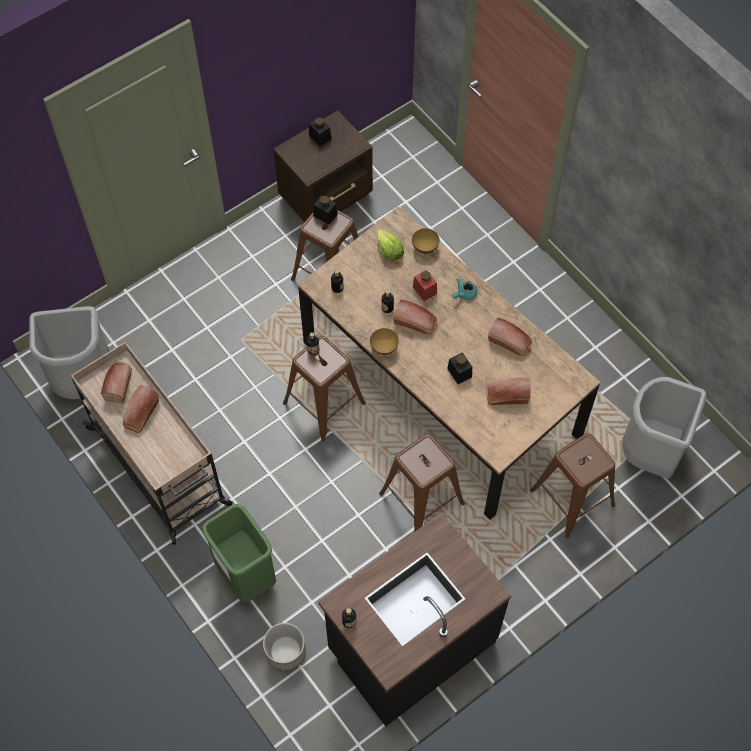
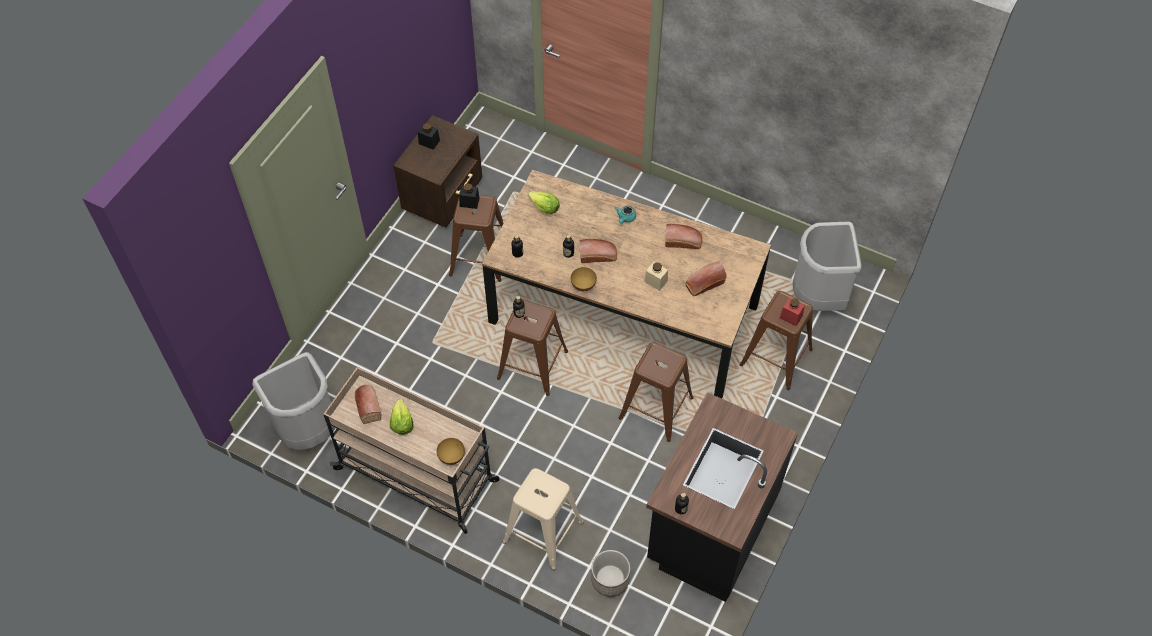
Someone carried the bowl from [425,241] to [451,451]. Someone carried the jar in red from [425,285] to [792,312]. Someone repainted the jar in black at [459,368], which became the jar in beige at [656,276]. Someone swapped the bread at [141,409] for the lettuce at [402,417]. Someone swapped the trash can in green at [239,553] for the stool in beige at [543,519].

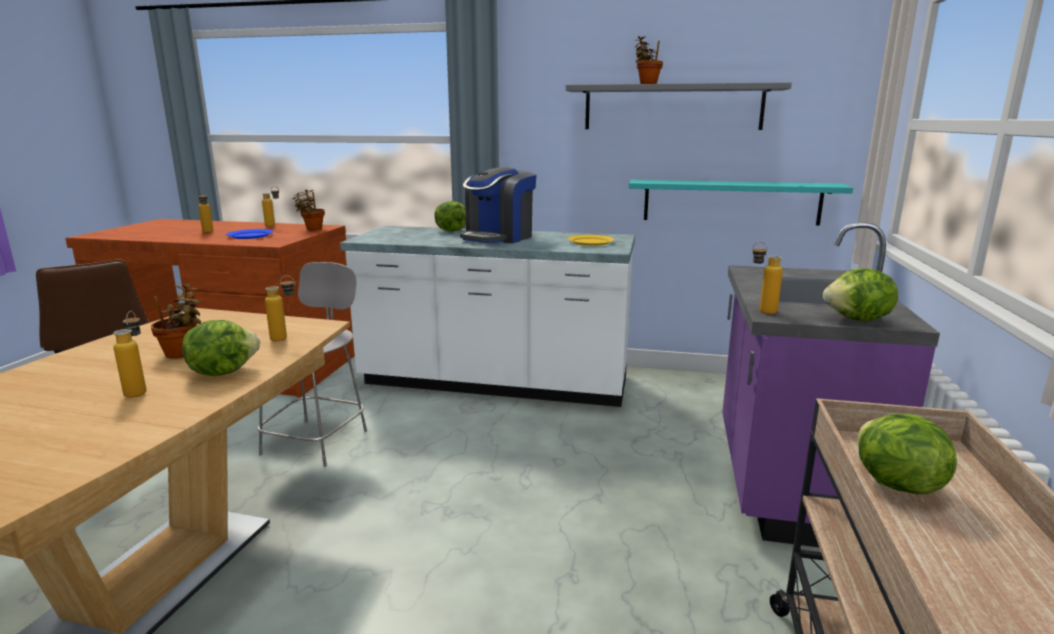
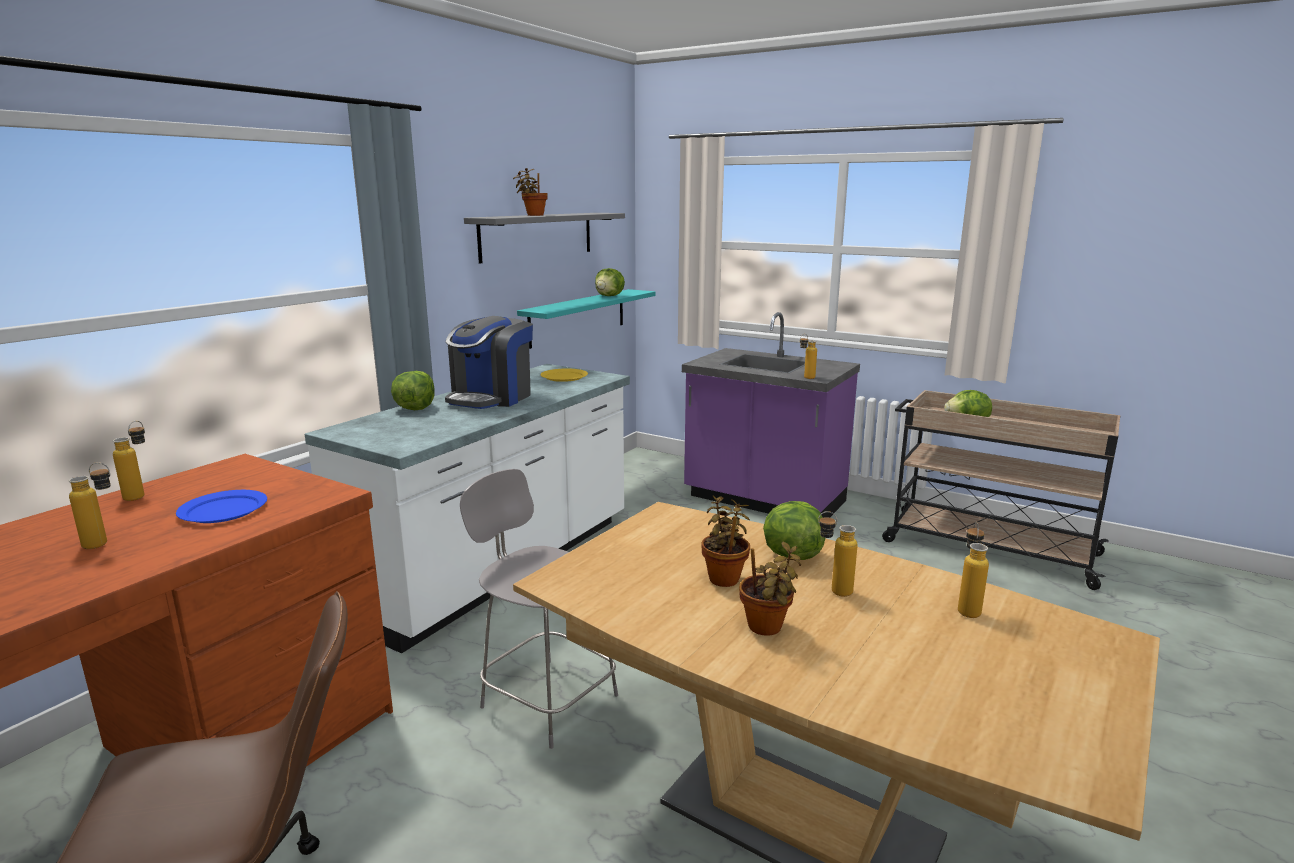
Someone rotated the coffee machine at [498,205] by 60 degrees clockwise. Someone carried the potted plant from [308,210] to [770,589]. Someone carried the lettuce from [860,295] to [610,282]. Someone carried the bottle from [280,308] to [973,570].

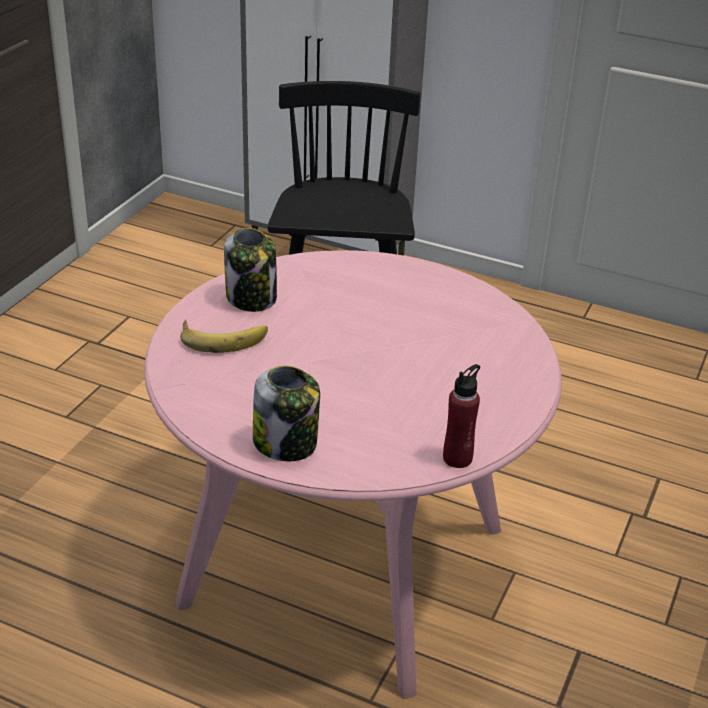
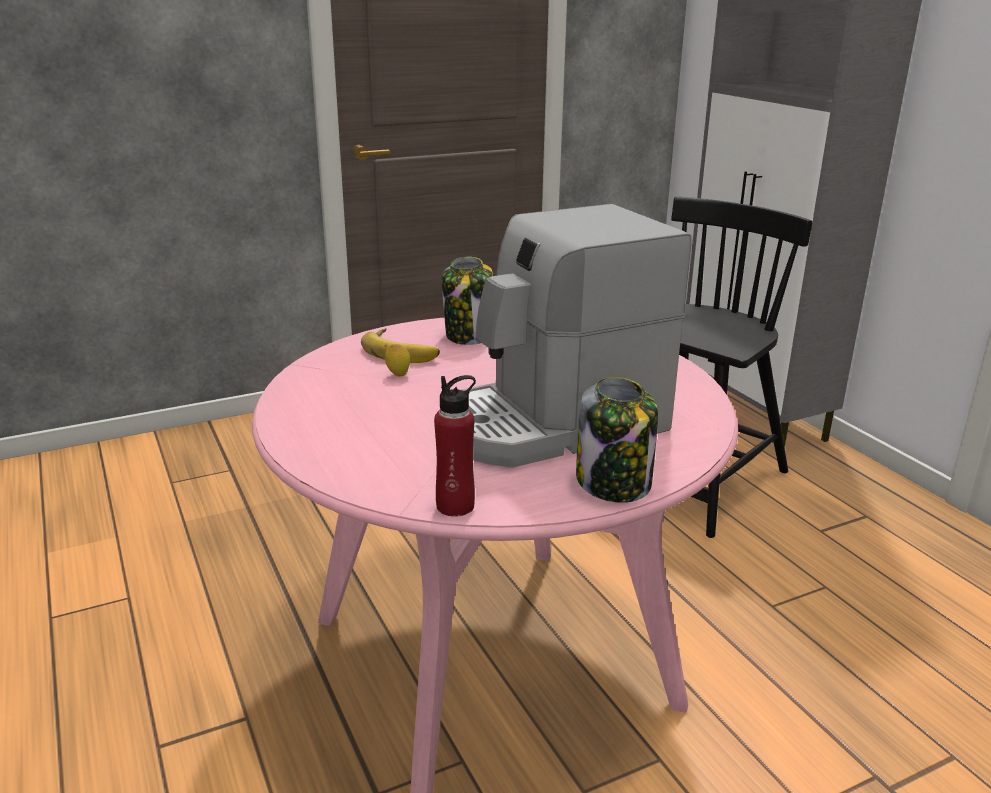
Someone carried the jar from [286,414] to [617,440]. Someone put down the coffee machine at [576,336]. Someone put down the lemon at [397,360].

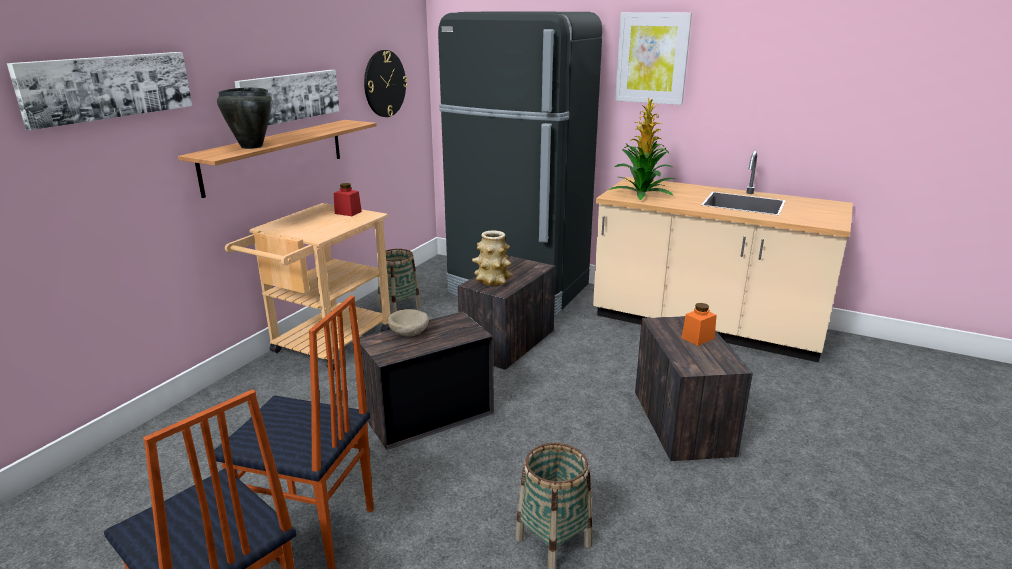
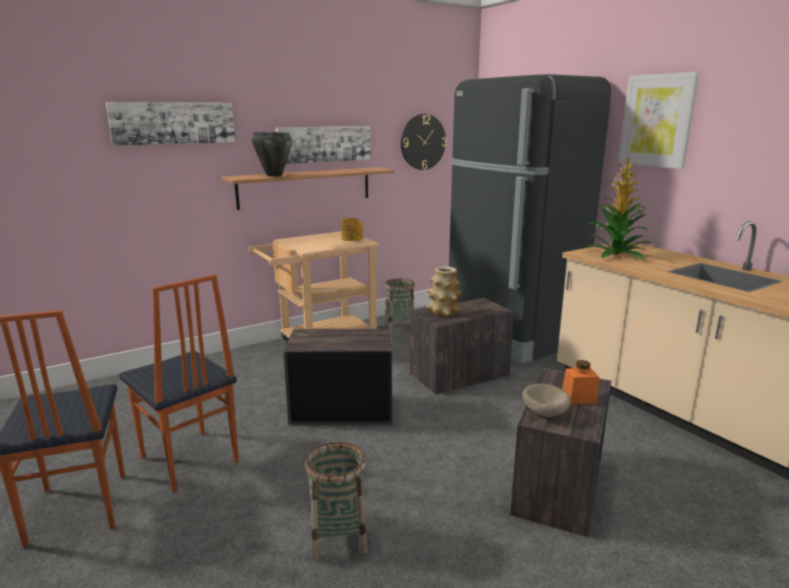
Someone swapped the jar in red at [348,199] for the teapot at [352,229]. Someone carried the bowl in beige from [408,323] to [546,400].

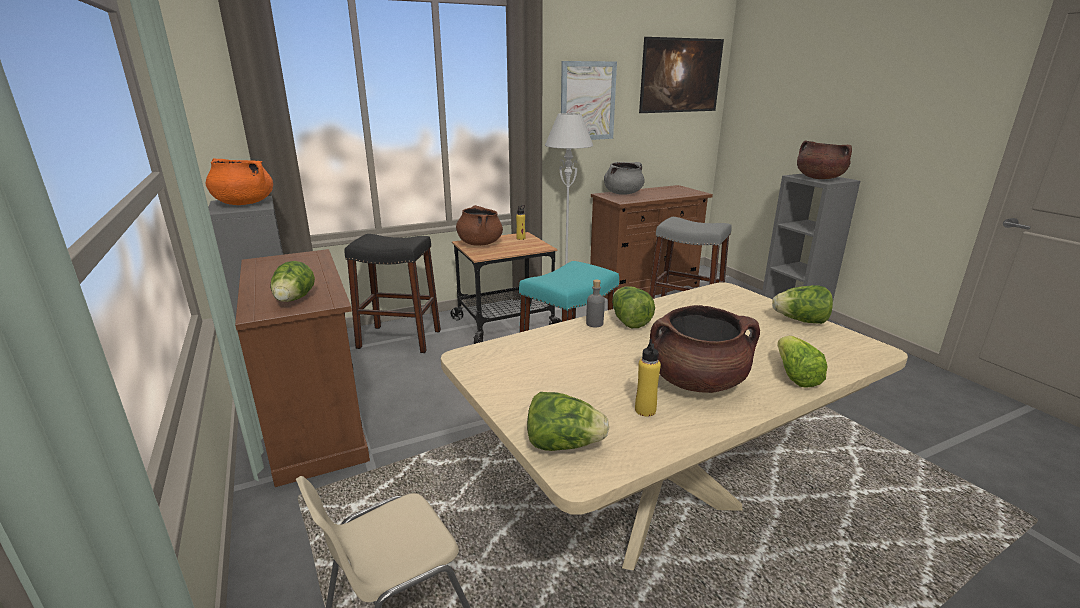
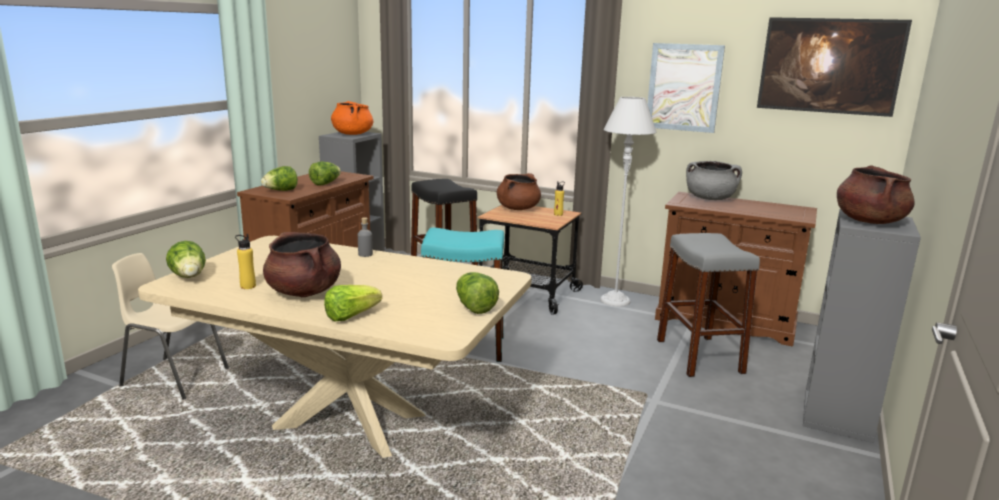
Someone carried the lettuce from [633,307] to [325,173].

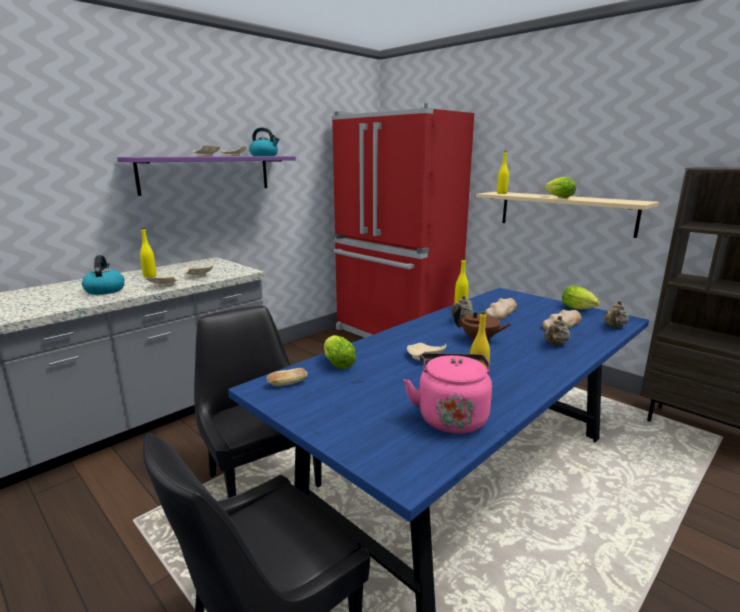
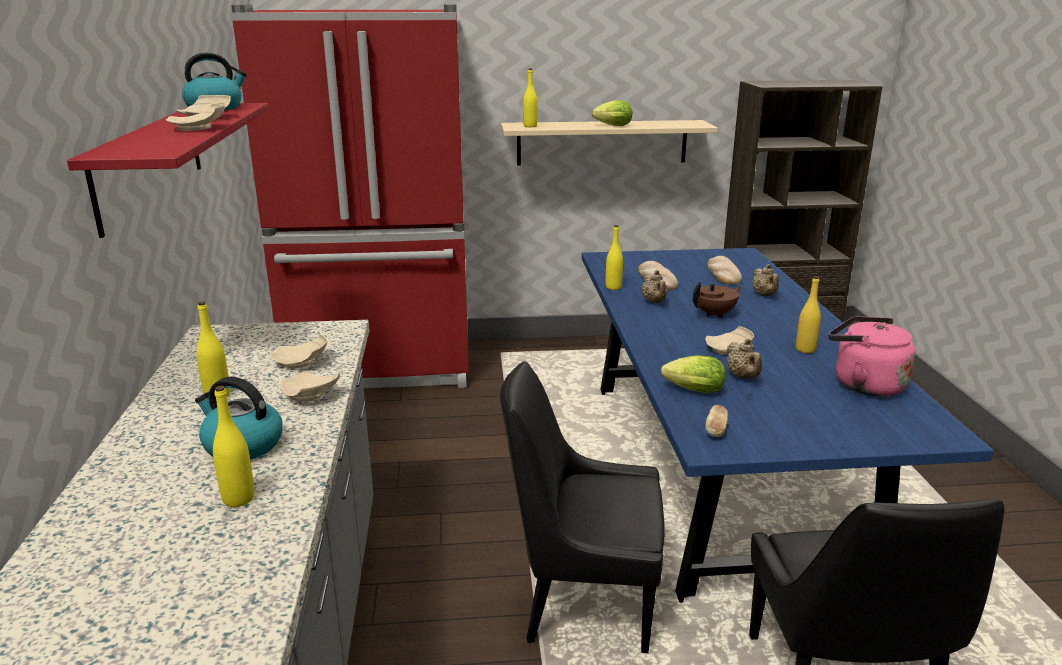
Someone repainted the shelf in purple at [206,176], which became the shelf in red at [167,170]. Someone took away the lettuce at [581,297]. Someone carried the teapot in beige from [616,314] to [744,358]. Someone put down the bottle in yellow at [233,446].

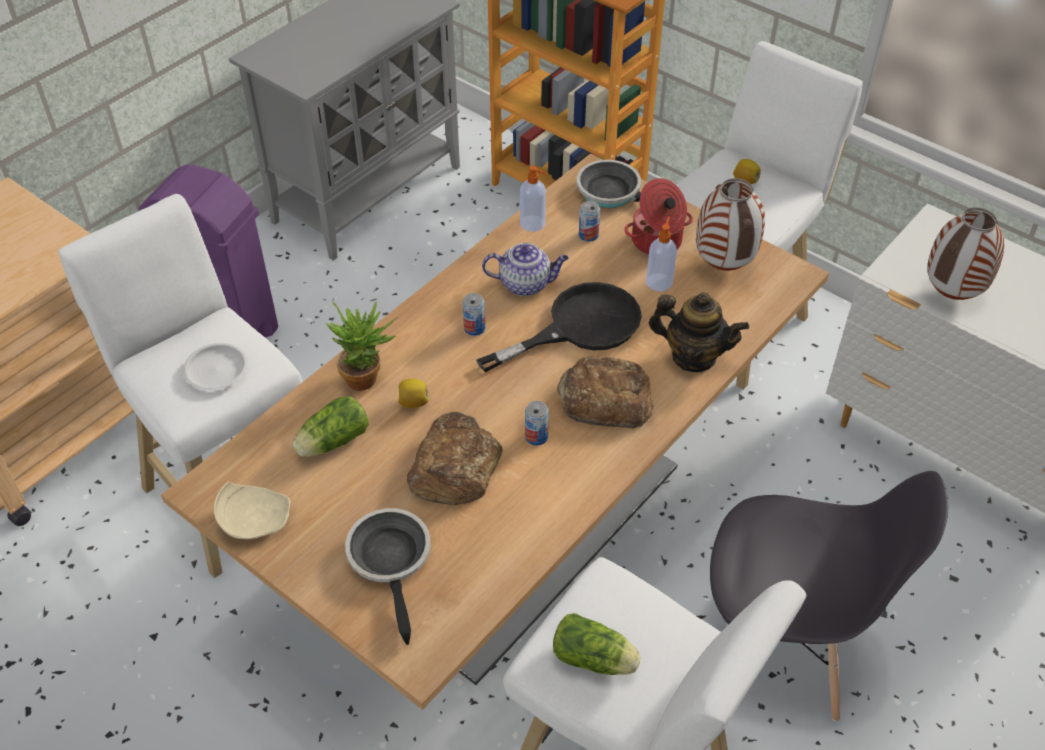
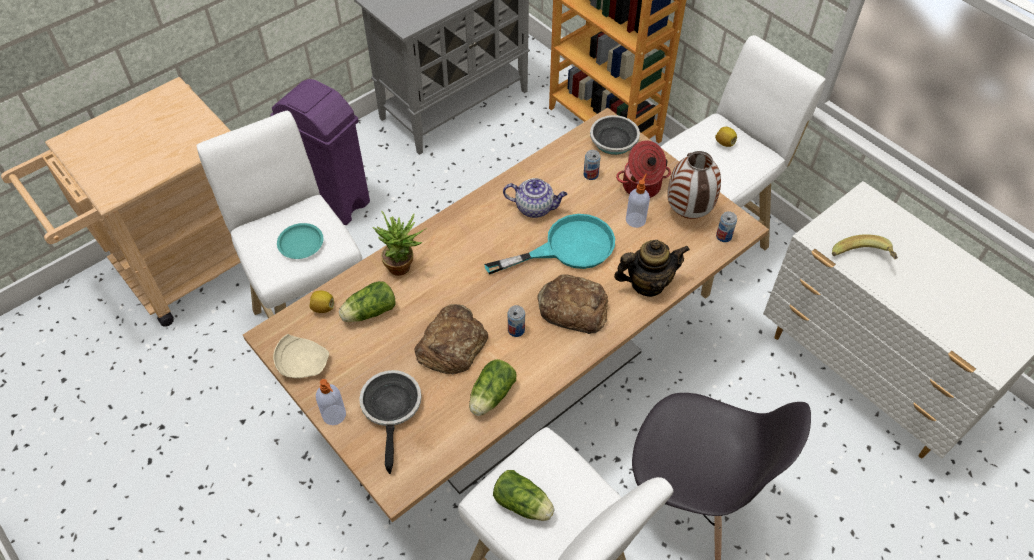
Someone carried the soap dispenser from [533,199] to [331,402]. Someone swapped the vase at [965,253] for the banana at [865,247]. Someone repainted the frying pan in black at [559,327], which became the frying pan in turquoise at [549,244]. Someone rotated the teapot at [699,332] by 45 degrees counterclockwise. Someone carried the can from [474,314] to [726,226]. Someone repainted the plate in white at [215,366], which became the plate in turquoise at [300,241]. Someone carried the lemon from [413,393] to [321,302]. Someone put down the lettuce at [493,387].

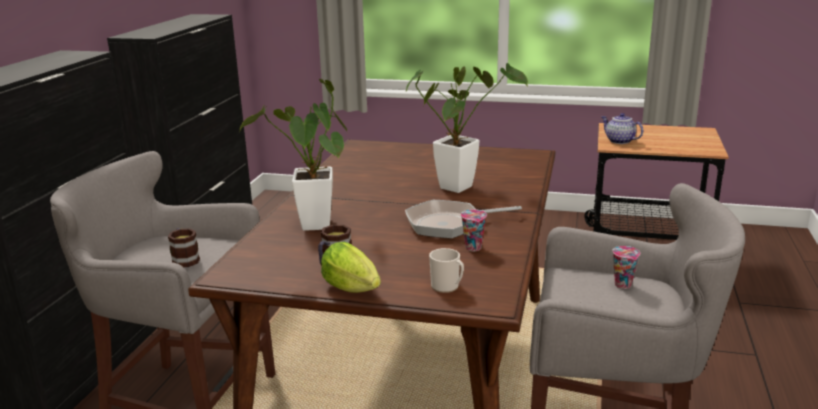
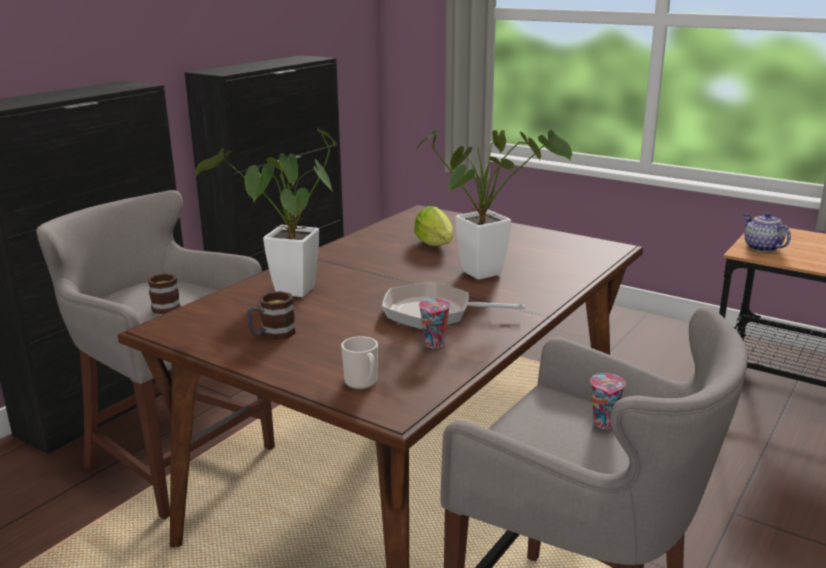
Someone carried the lettuce from [351,267] to [433,226].

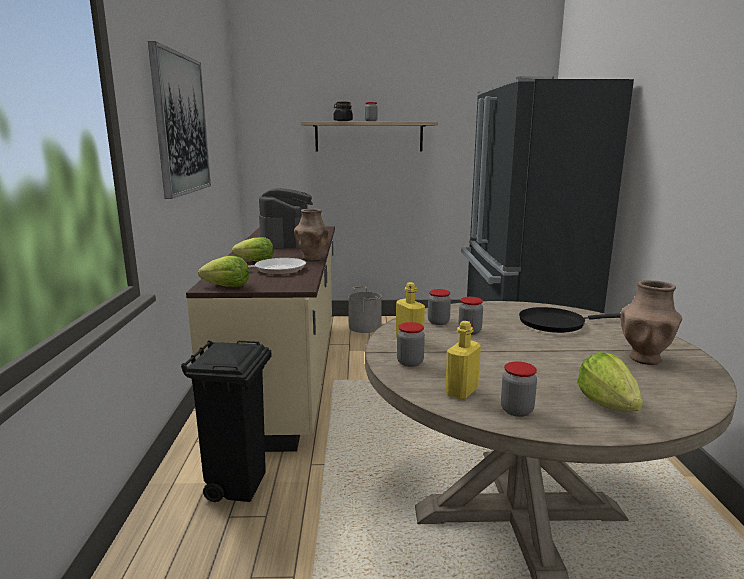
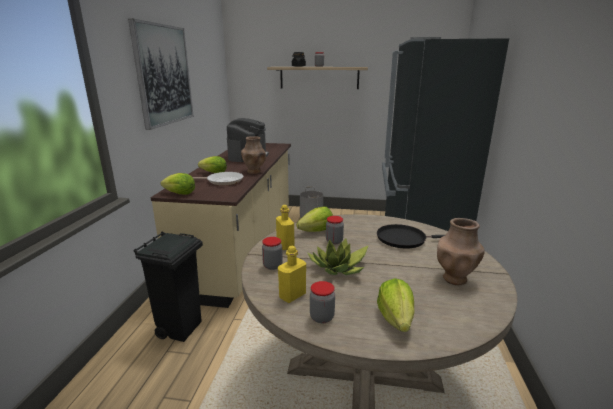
Someone swapped the jar at [439,307] for the lettuce at [314,219]. Someone put down the potted plant at [338,257].

